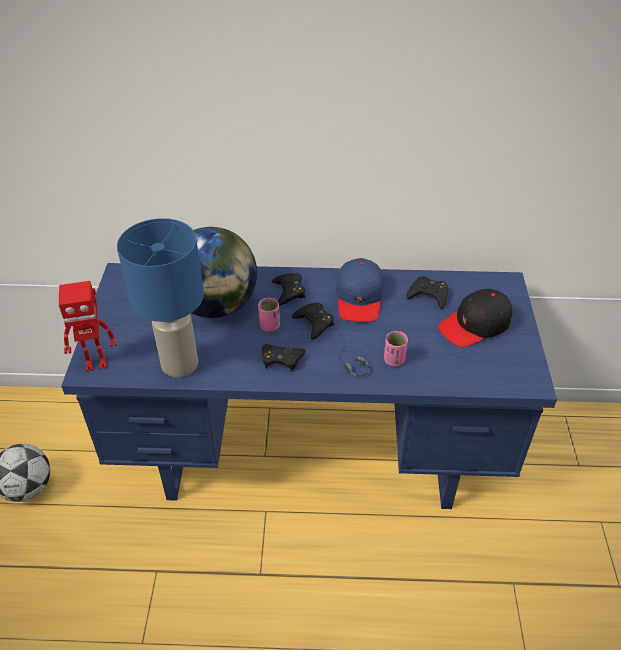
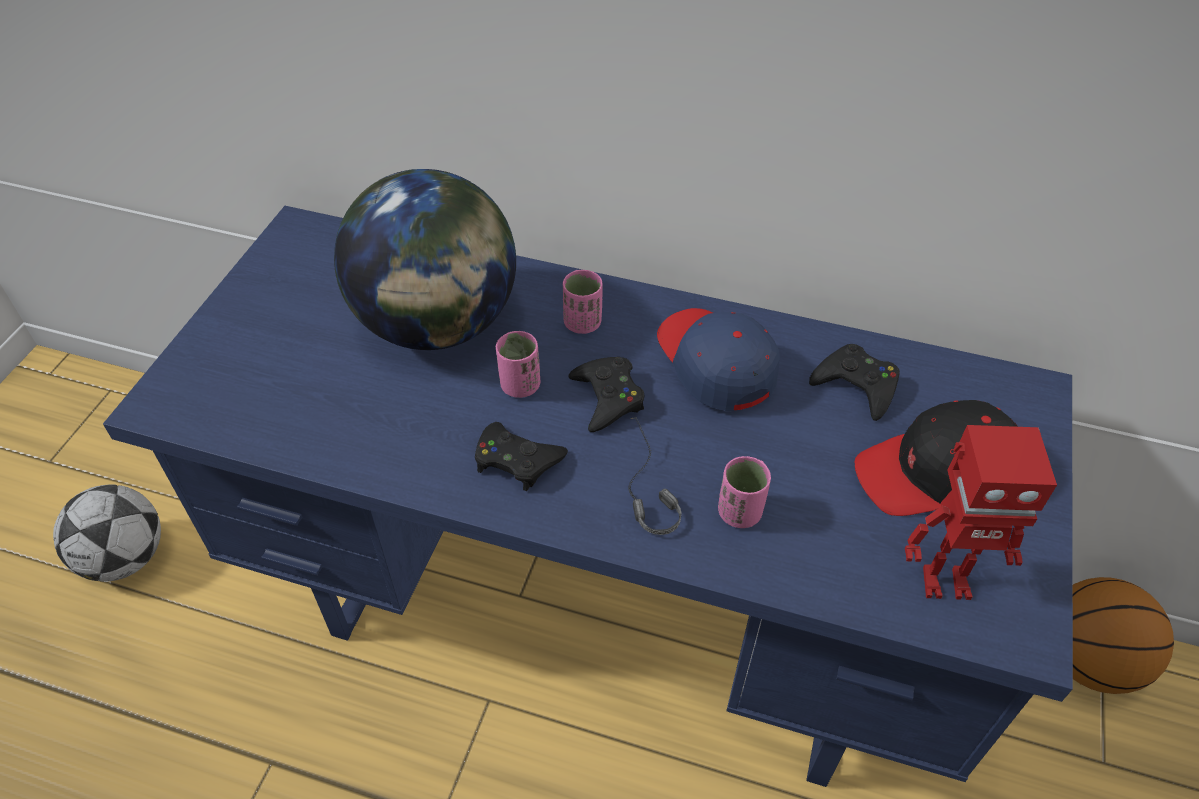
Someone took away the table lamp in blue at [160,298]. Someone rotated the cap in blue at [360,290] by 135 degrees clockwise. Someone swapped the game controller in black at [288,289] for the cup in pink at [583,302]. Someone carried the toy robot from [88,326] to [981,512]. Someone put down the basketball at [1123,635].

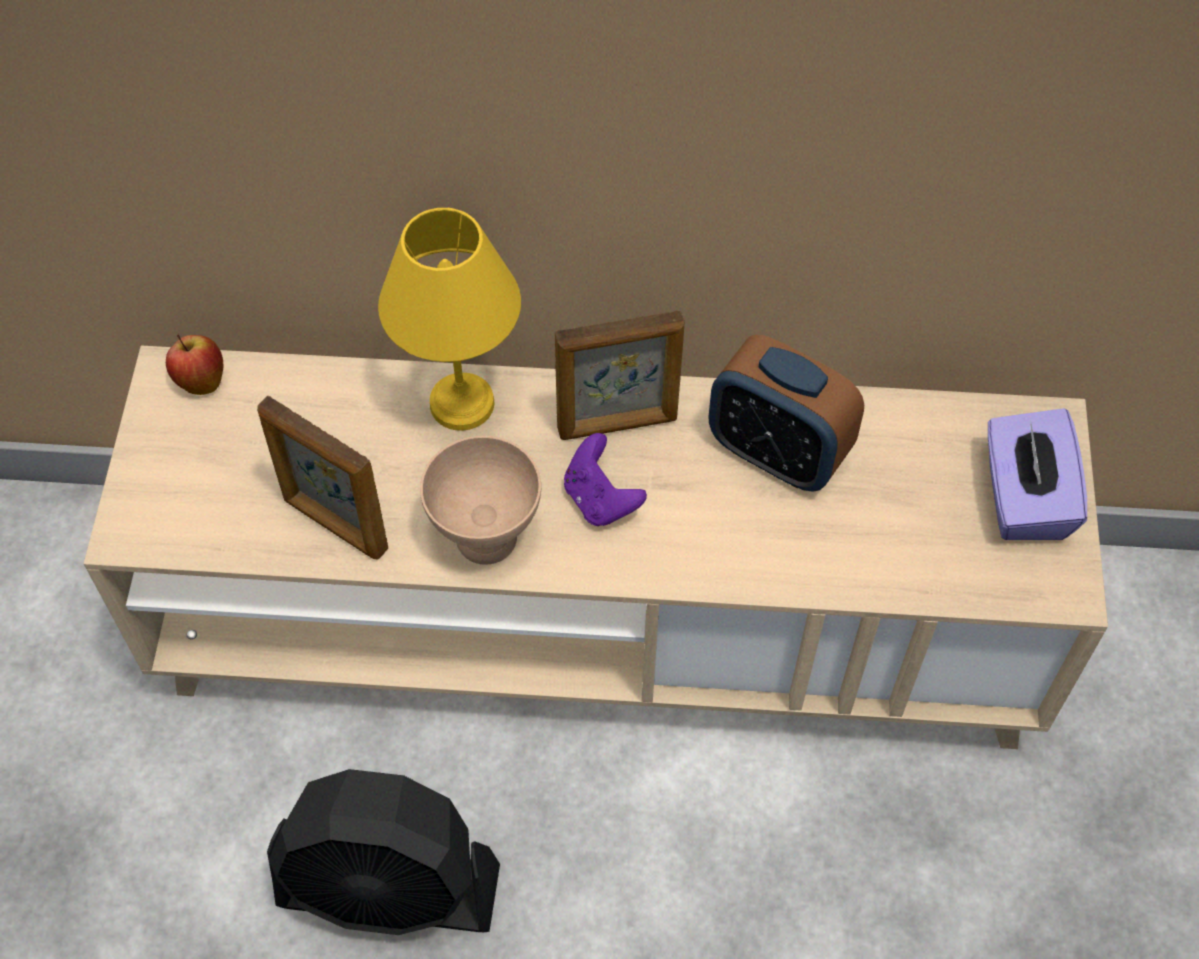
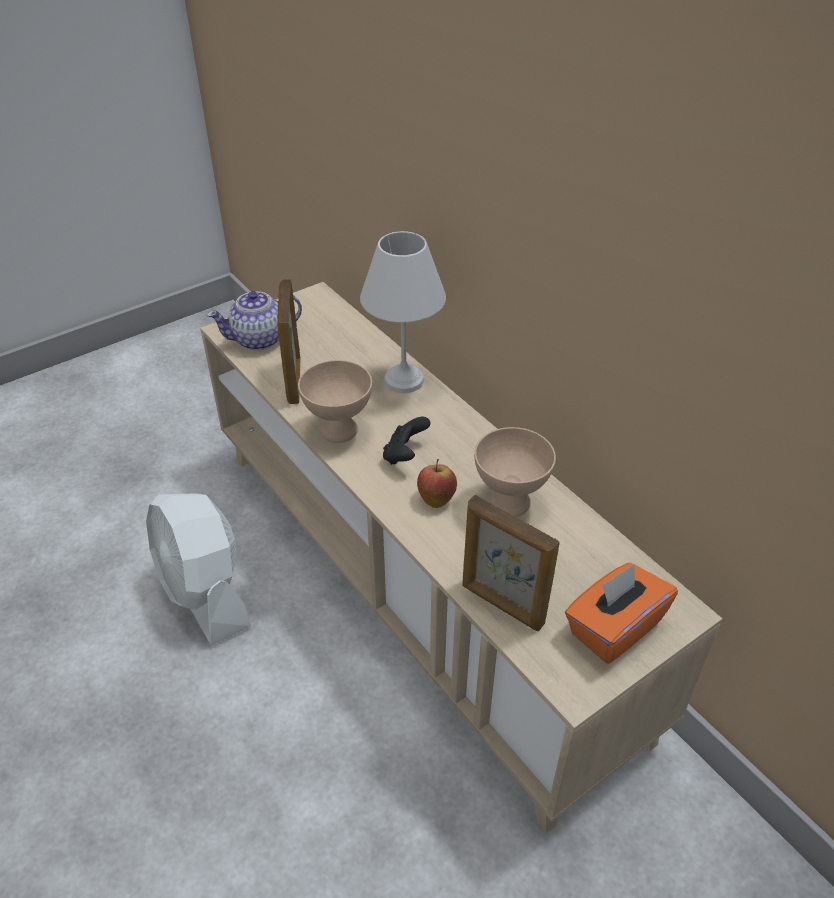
Someone repainted the table lamp in yellow at [449,319], which became the table lamp in white at [403,312]. Someone carried the picture frame from [620,375] to [511,563]. Someone carried the apple from [194,364] to [437,483]. Someone swapped the alarm clock at [786,413] for the bowl in beige at [515,472]. Someone repainted the tissue box in purple at [1037,474], which became the tissue box in orange at [621,613]. Someone repainted the game controller in purple at [605,479], which became the game controller in black at [407,441]. Someone repainted the fan in black at [383,852], which became the fan in white at [198,569]. Someone put down the teapot at [254,320].

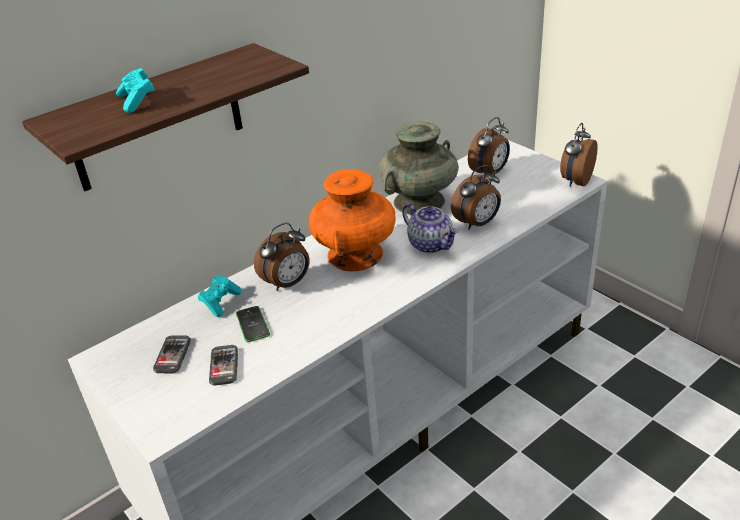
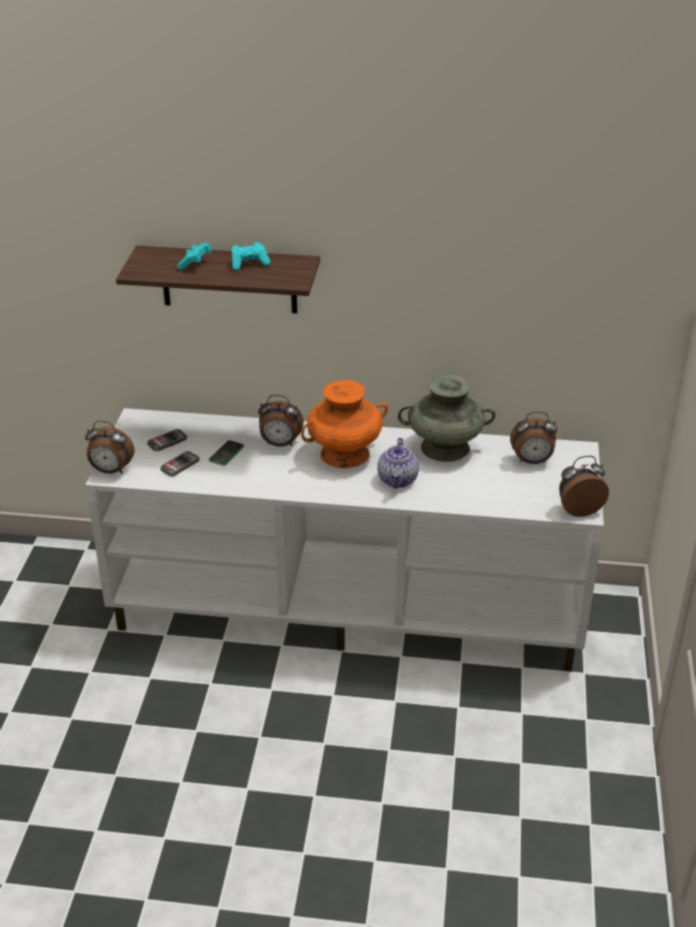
Someone carried the alarm clock from [476,197] to [109,447]. Someone carried the game controller in turquoise from [219,296] to [251,256].

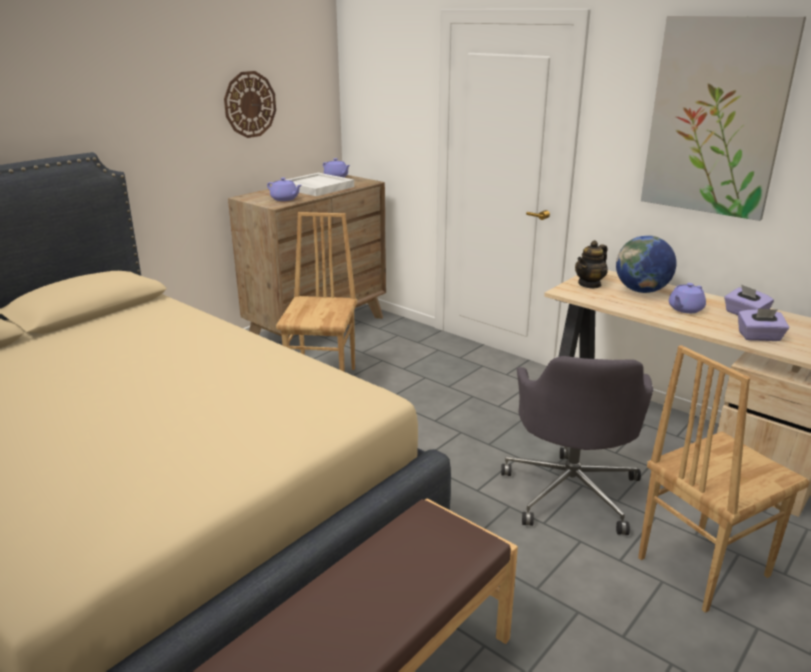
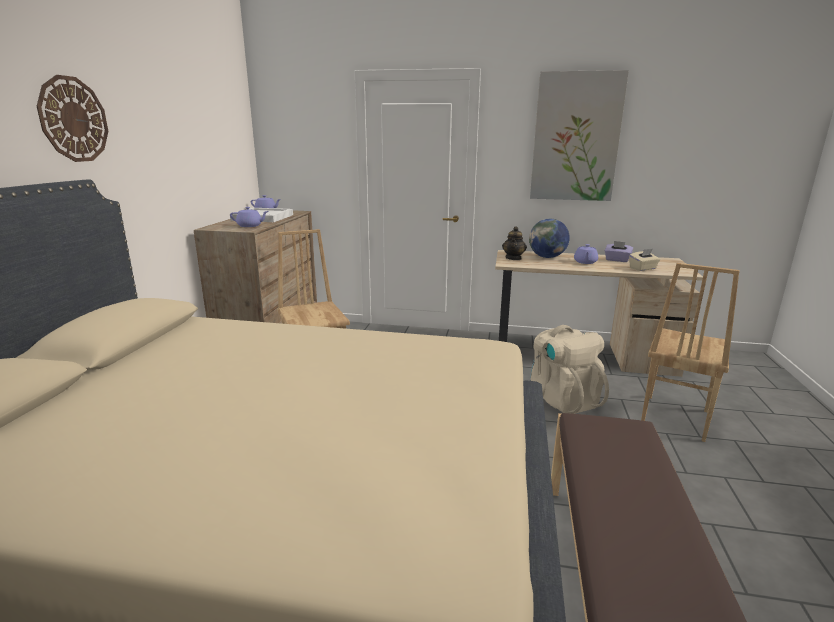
Someone carried the wall clock from [250,104] to [72,118]. Someone repainted the tissue box in purple at [763,324], which became the tissue box in beige at [644,260]. Someone swapped the office chair in grey at [577,445] for the backpack in beige at [570,369].

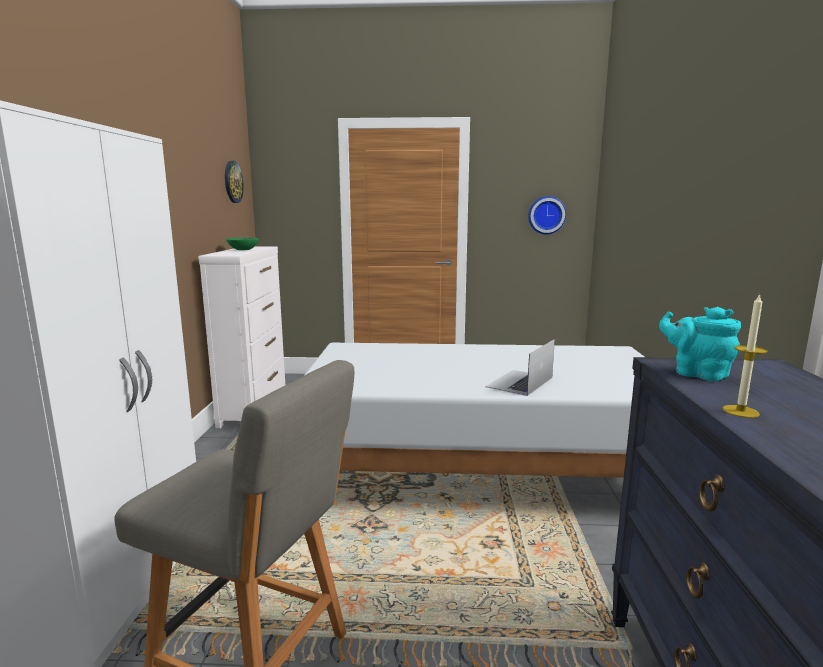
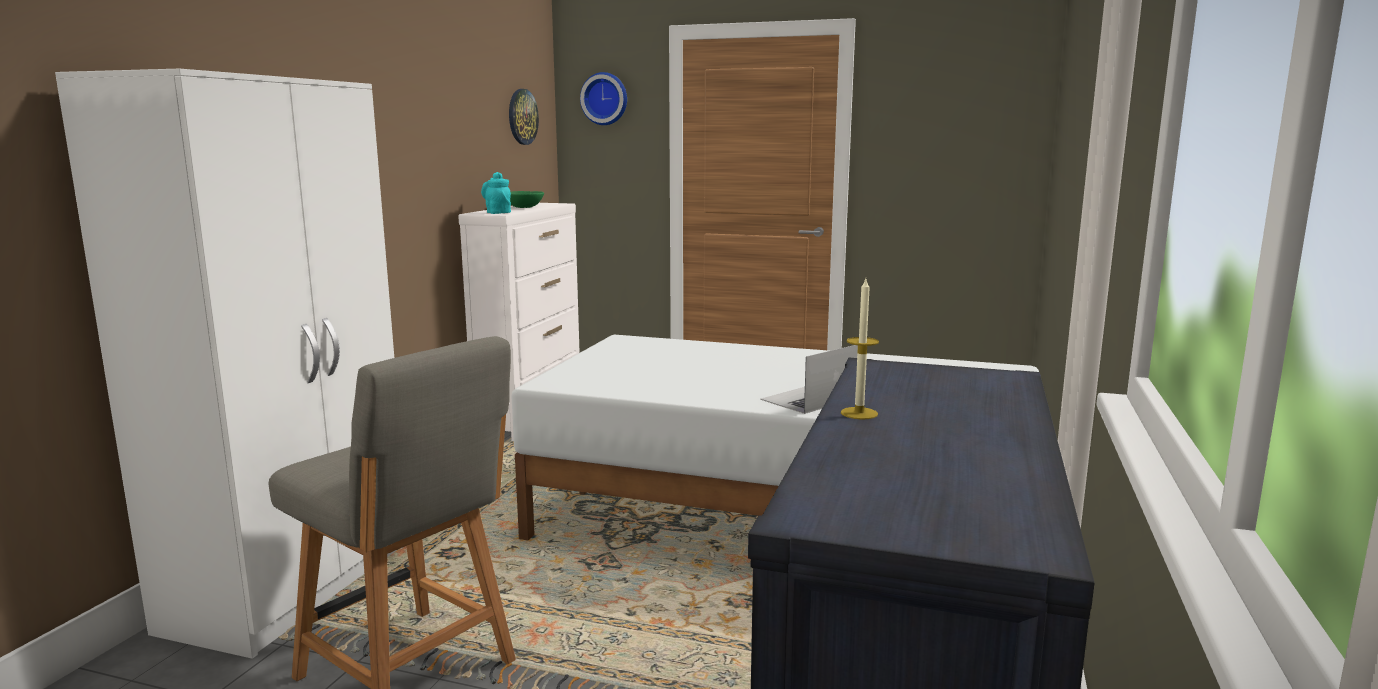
Someone carried the wall clock from [547,215] to [603,98]. Someone carried the teapot in turquoise from [700,344] to [496,193].

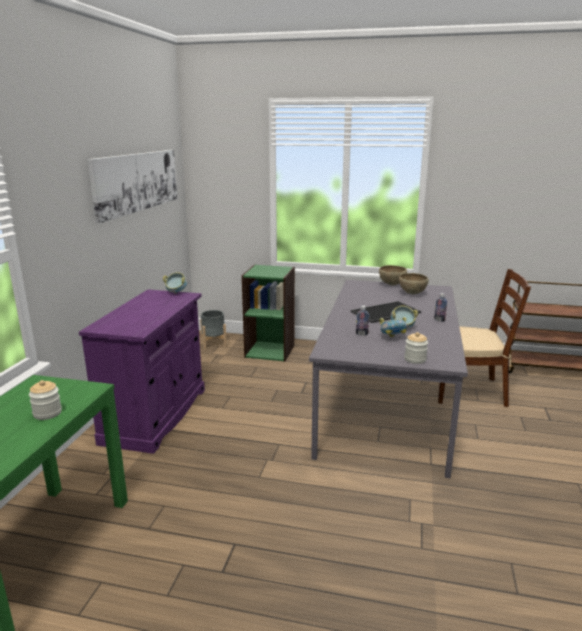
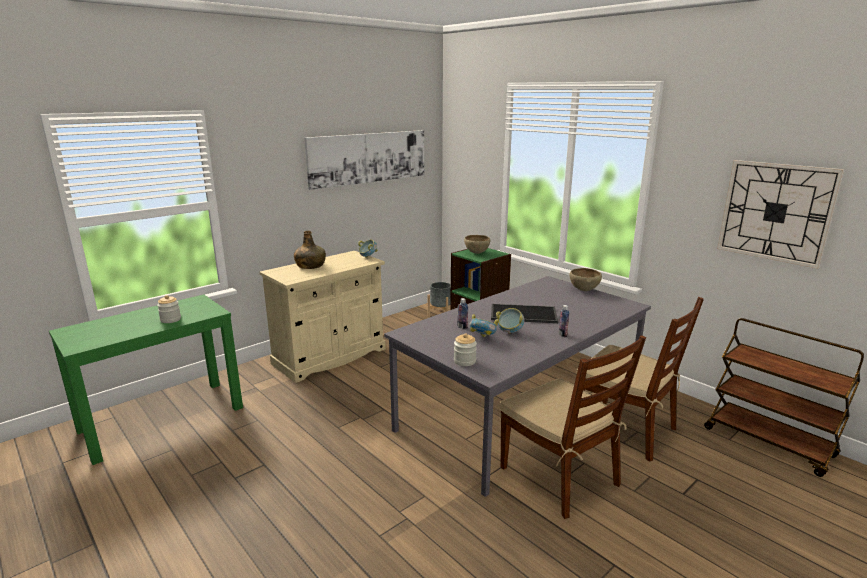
Someone carried the bowl in brown from [414,283] to [477,244]. Someone repainted the cabinet in purple at [142,371], which became the cabinet in beige at [323,317]. Someone put up the wall clock at [780,214]. Someone put down the bottle in green at [310,250]. Someone put down the chair in brown at [573,427].

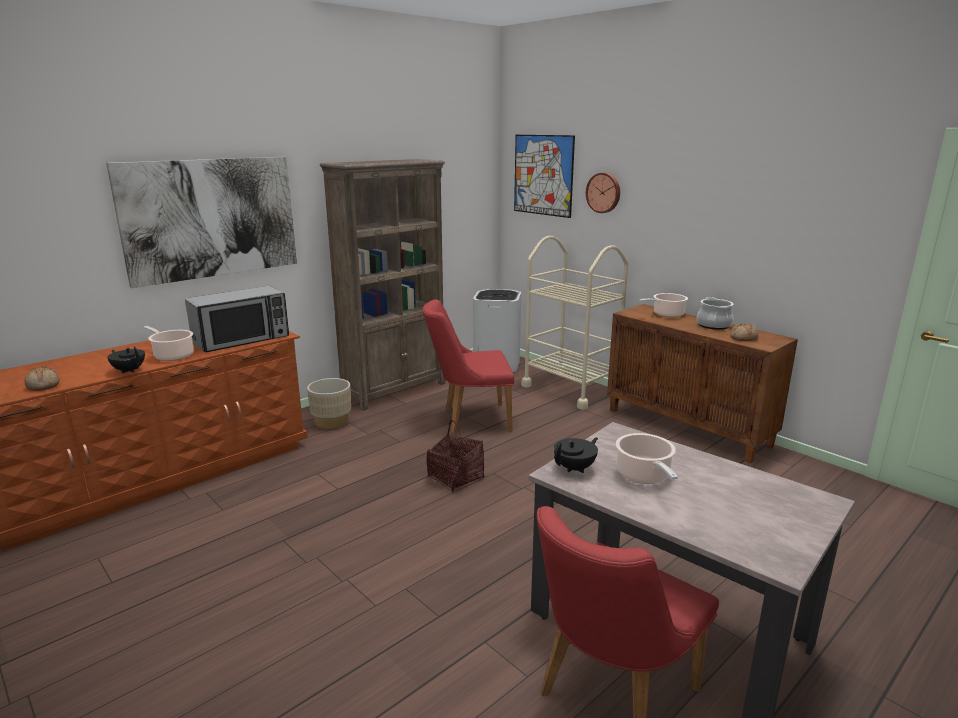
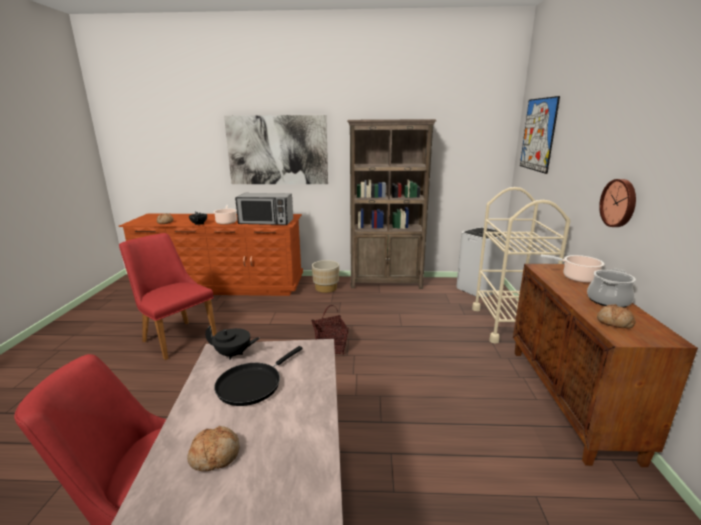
Someone carried the wall clock from [603,193] to [617,203]. Someone carried the chair in red from [468,366] to [168,296]. Someone swapped the cooking pot at [647,458] for the frying pan in black at [258,376]. Someone put down the bread at [213,448].

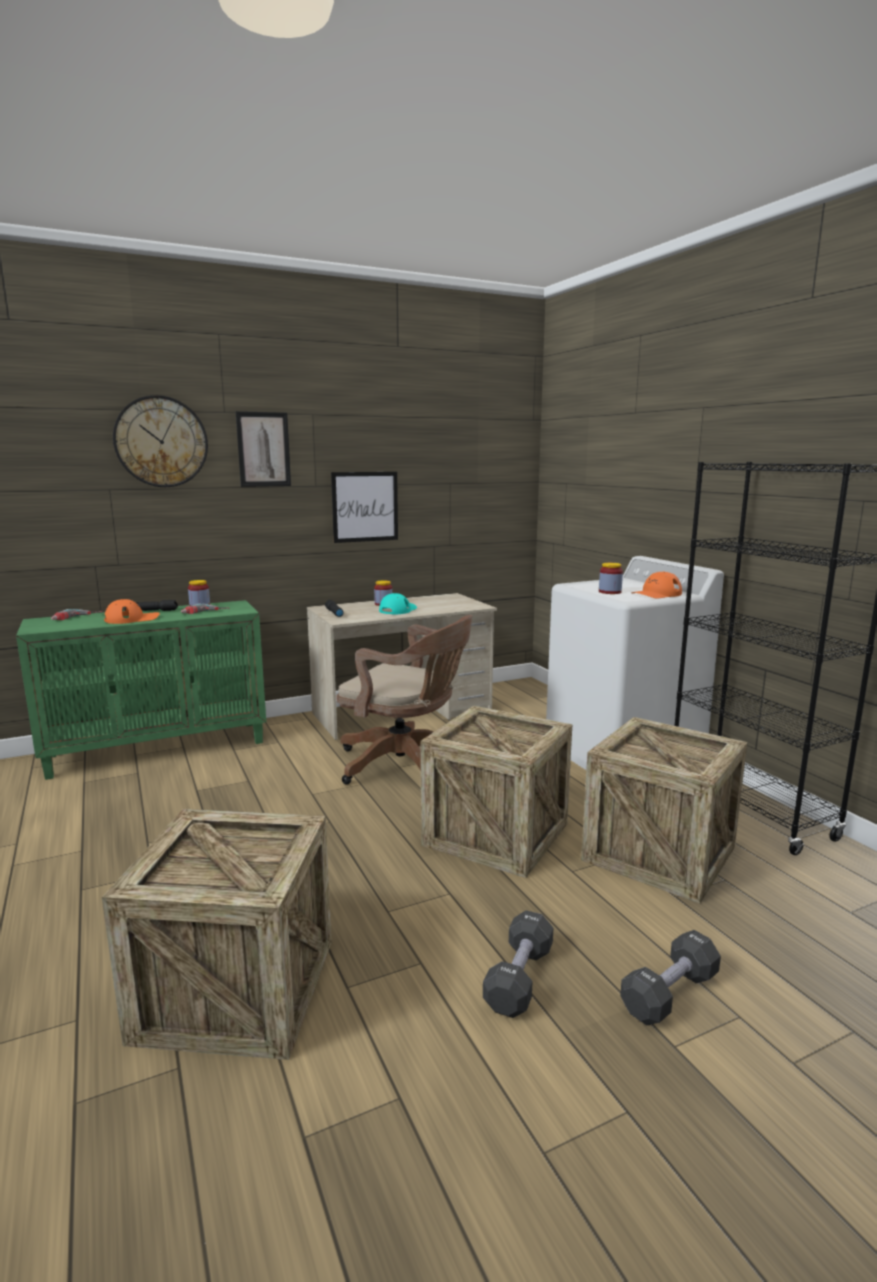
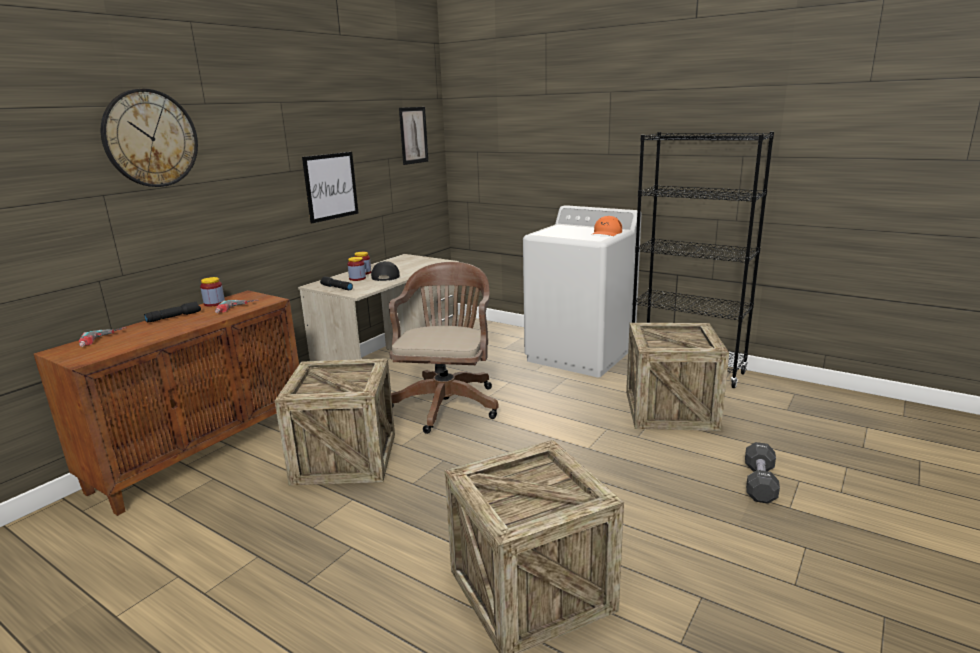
Someone carried the picture from [263,449] to [413,136]. Someone carried the jar from [611,578] to [356,269]. Someone repainted the cap in turquoise at [398,604], which became the cap in black at [385,271]. Someone took away the cap in orange at [132,611]. Someone repainted the cabinet in green at [141,690], which became the cabinet in brown at [166,403]. Someone rotated the office chair in brown at [404,700] by 75 degrees counterclockwise. Someone carried the crate from [496,792] to [335,422]. Someone took away the dumbbell in black at [518,964].

